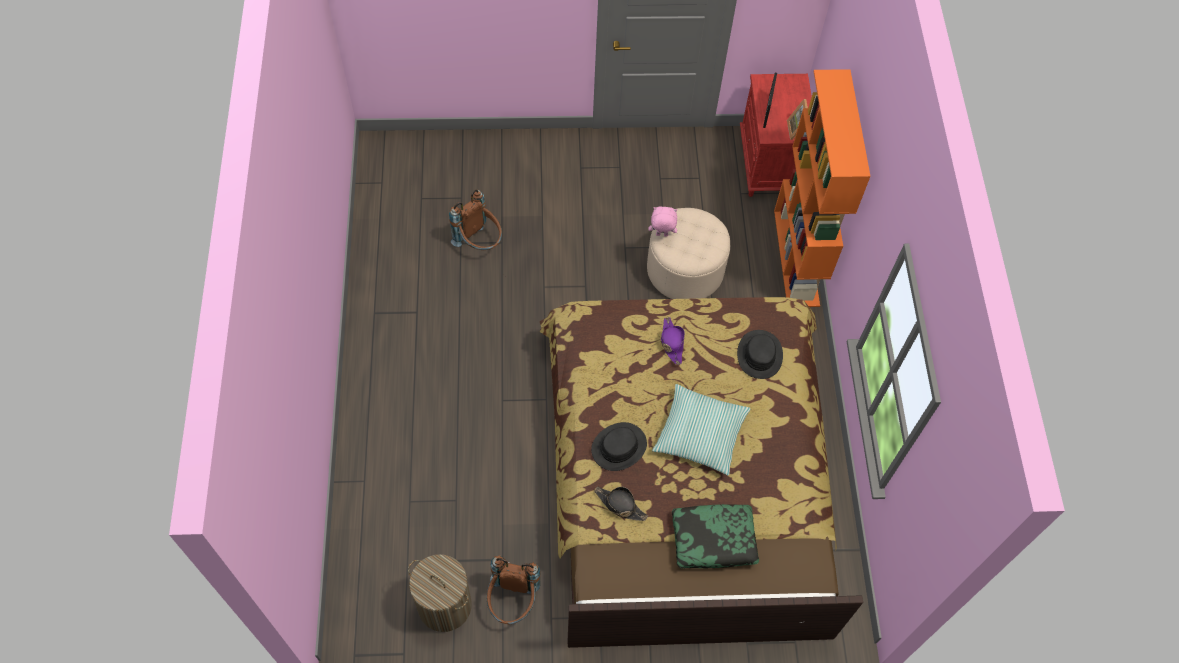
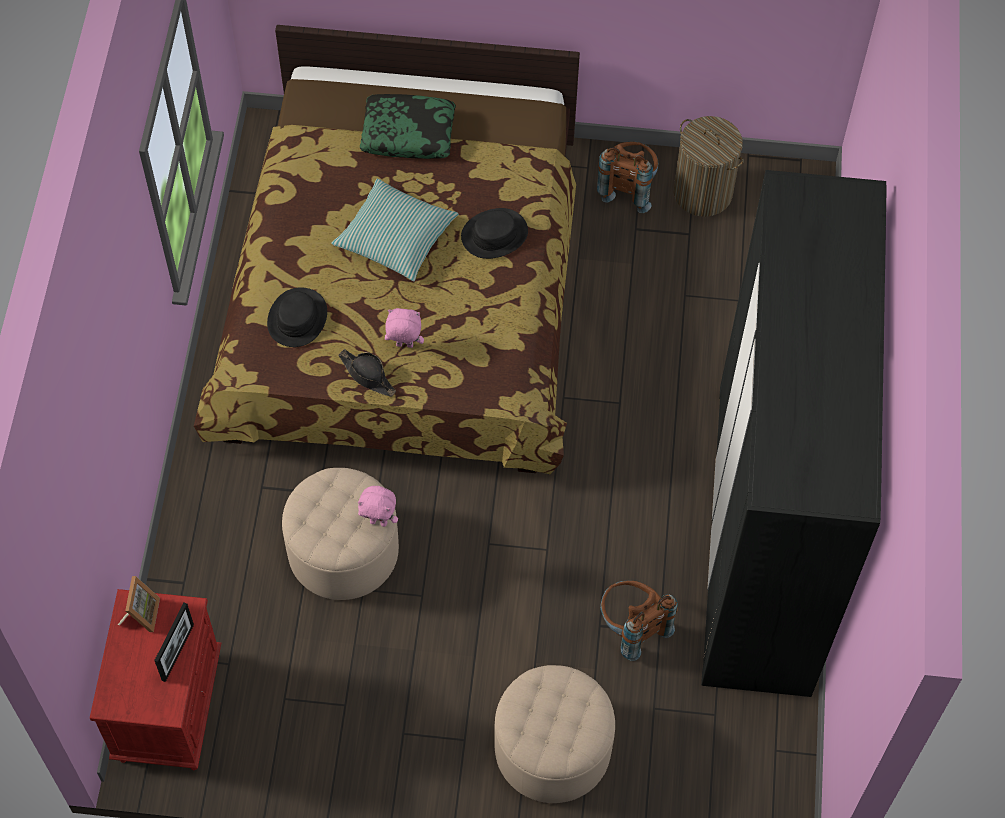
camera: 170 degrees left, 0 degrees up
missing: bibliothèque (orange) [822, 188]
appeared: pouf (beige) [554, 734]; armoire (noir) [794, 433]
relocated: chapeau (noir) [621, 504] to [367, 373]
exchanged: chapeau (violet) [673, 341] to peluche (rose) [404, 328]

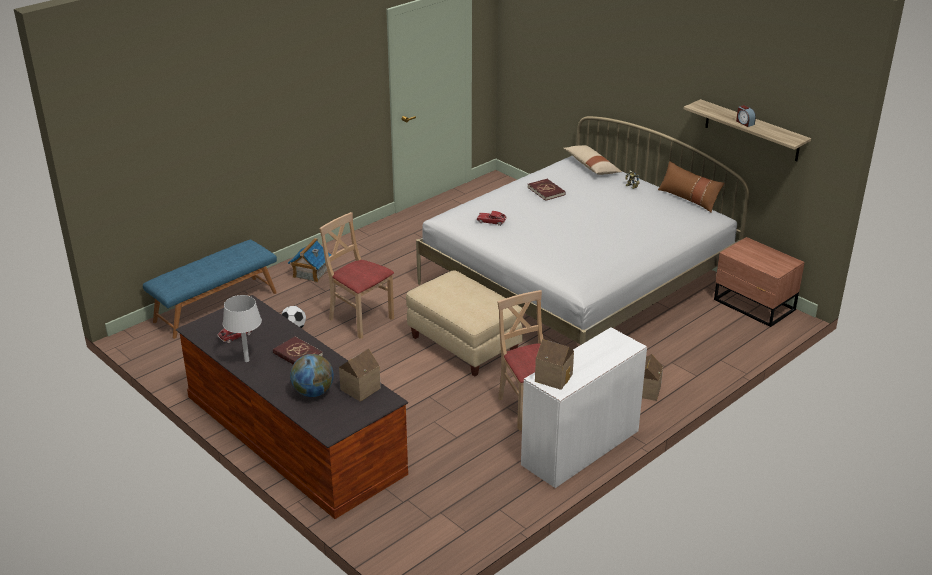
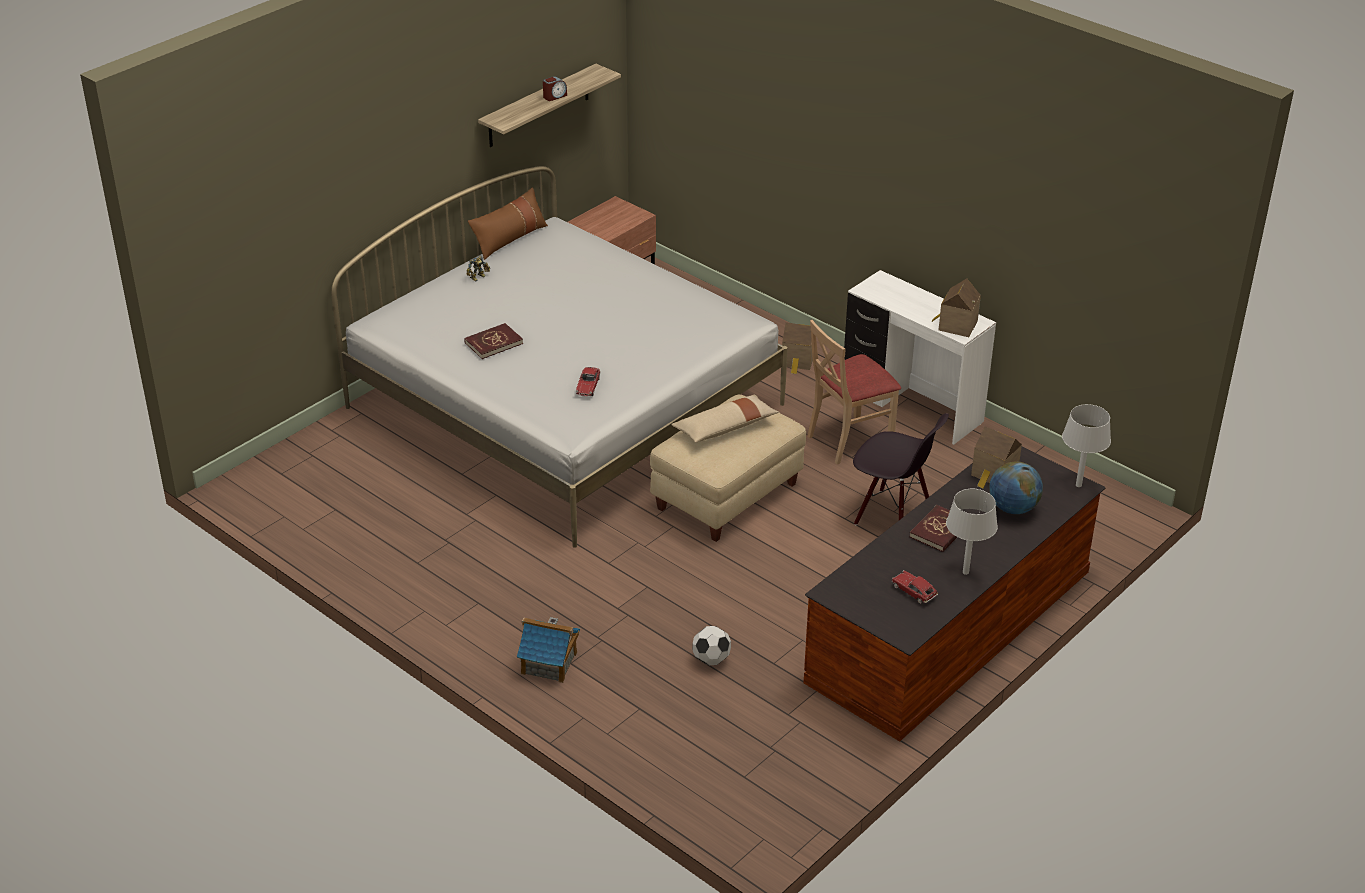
camera: 95 degrees left, 5 degrees up
missing: banc (bleu) [210, 289]; chaise (beige) [356, 275]
appeared: chaise (noir) [901, 469]; lampe de table (gris) [1086, 445]
relocated: coussin (beige) [593, 160] to [725, 419]

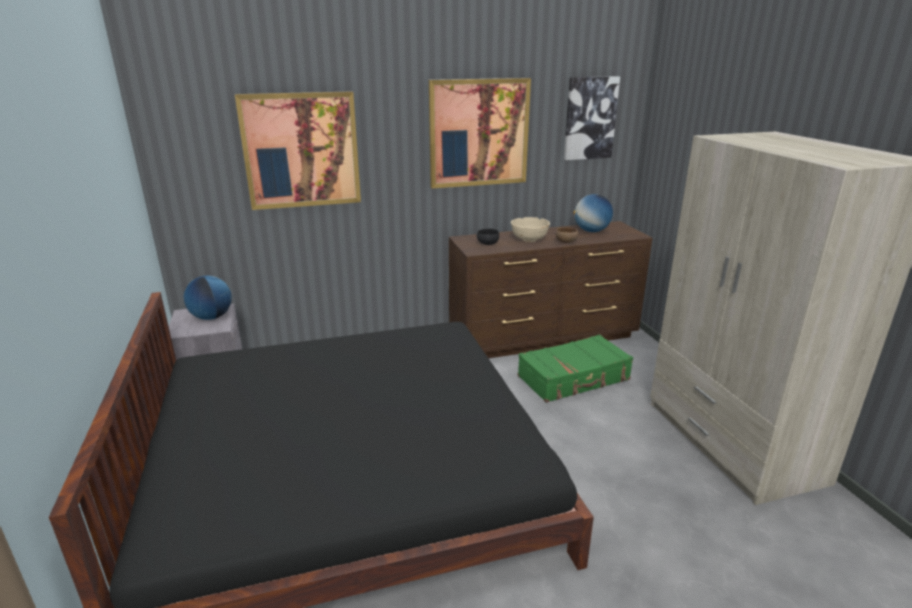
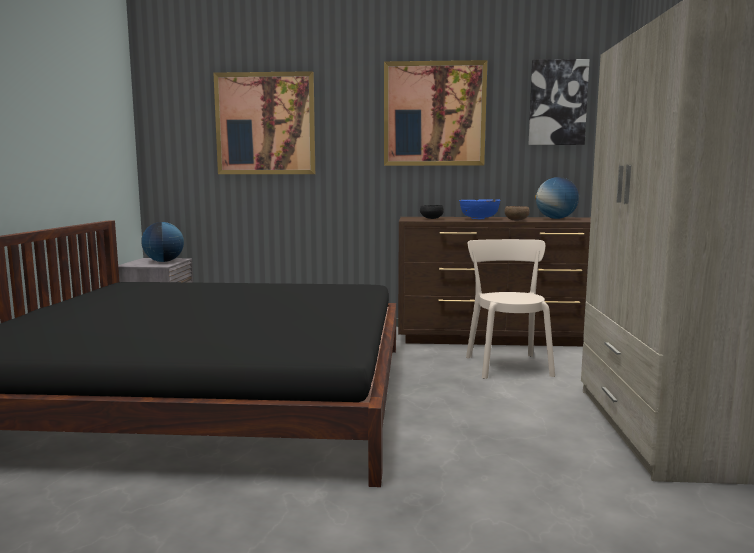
camera: 20 degrees right, 15 degrees down
exchanged: valise (vert) [575, 368] to chaise (beige) [510, 309]
colour: bol (beige) [530, 229] to bol (bleu) [480, 209]

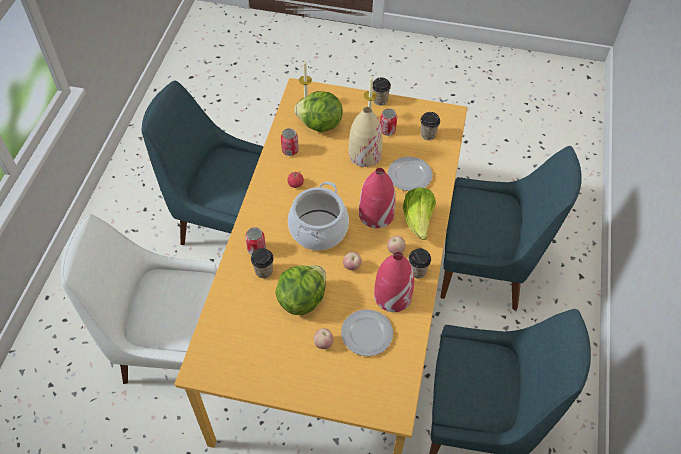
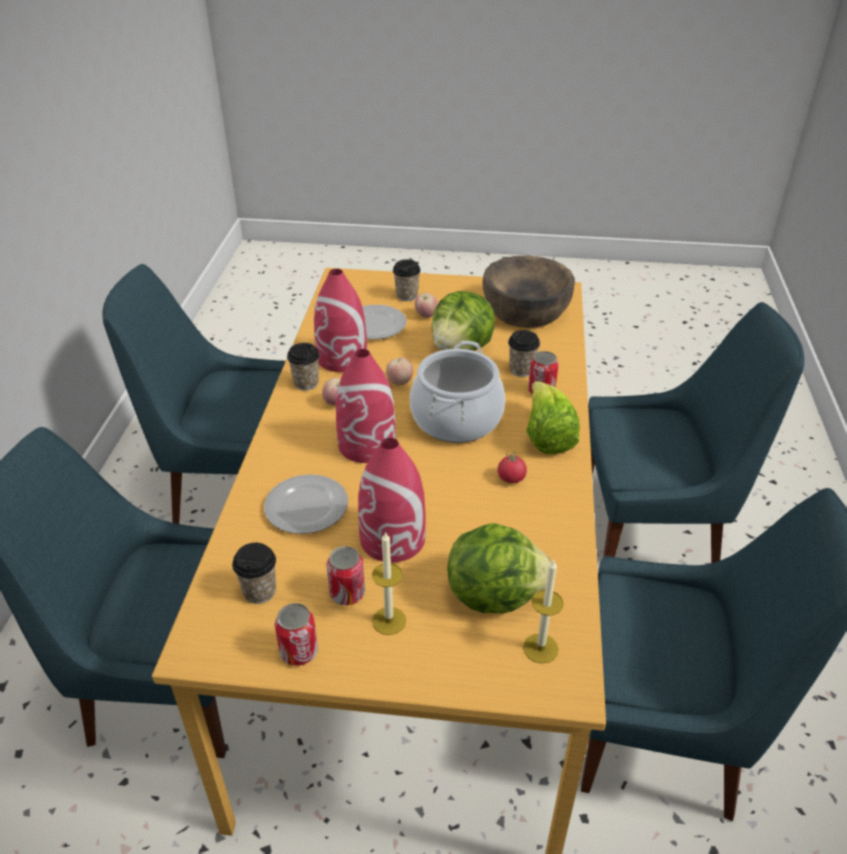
camera: 175 degrees right, 15 degrees down
appeared: bol (marron) [528, 291]
relocated: boîte métallique [290, 142] to [296, 634]; tasse [382, 91] to [407, 280]; laitue [419, 213] to [553, 417]
colour: chaise (blanc) [138, 299] to chaise (bleu) [696, 432]; vase (beige) [366, 137] to vase (rouge) [392, 500]

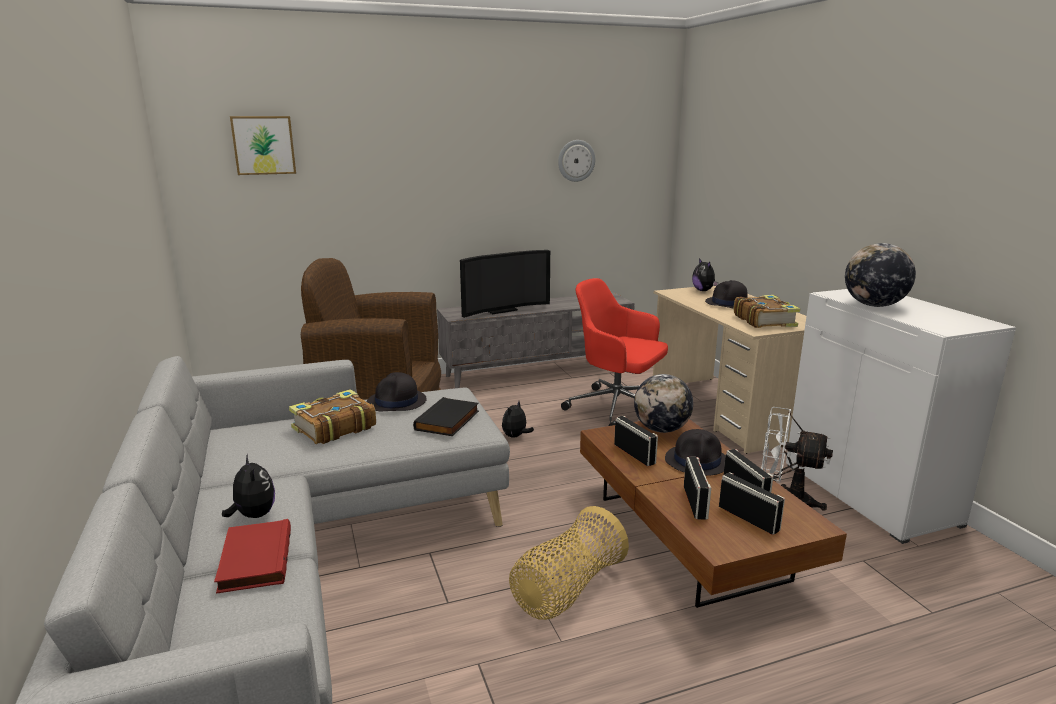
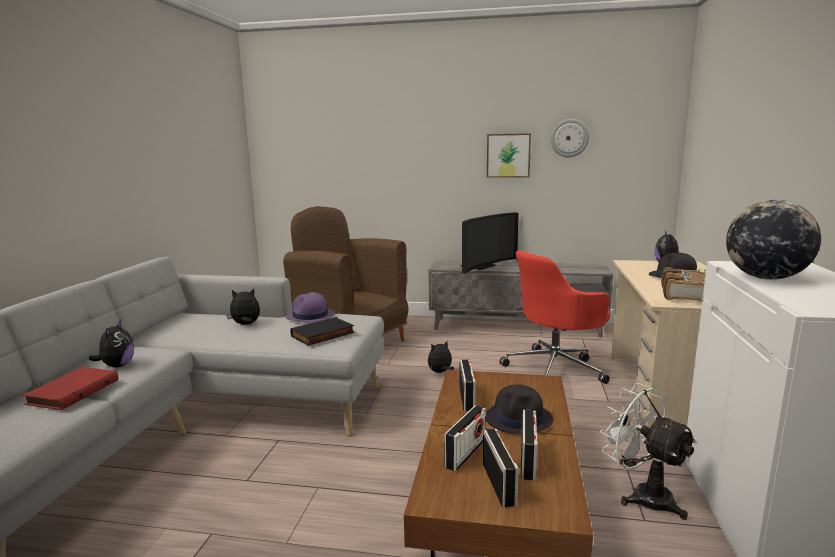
camera: 30 degrees right, 5 degrees down
missing: panier [569, 563]; globe [663, 403]
relocated: tableau [263, 145] to [509, 155]
exchanged: livre [332, 416] to peluche [243, 307]
colour: chapeau (noir) [397, 391] to chapeau (violet) [310, 307]
spun: téléviseur [505, 284] = [490, 243] 45 degrees counterclockwise; chaise de bureau (rouge) [614, 352] = [554, 317] 90 degrees counterclockwise

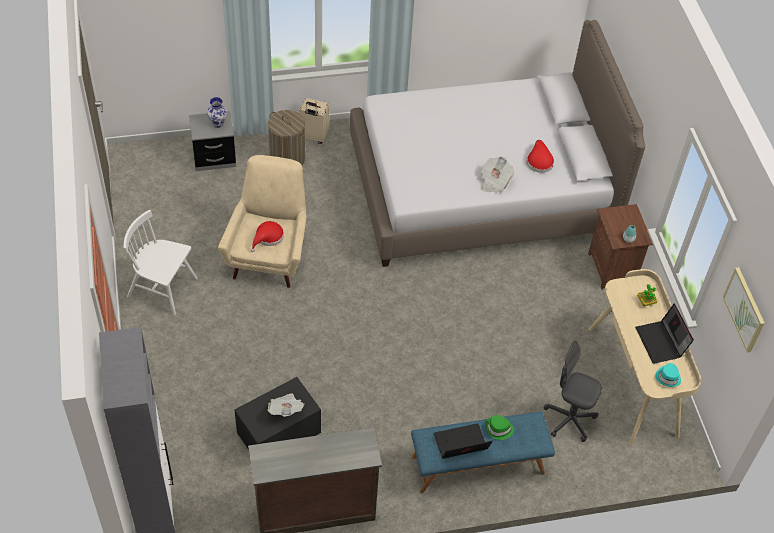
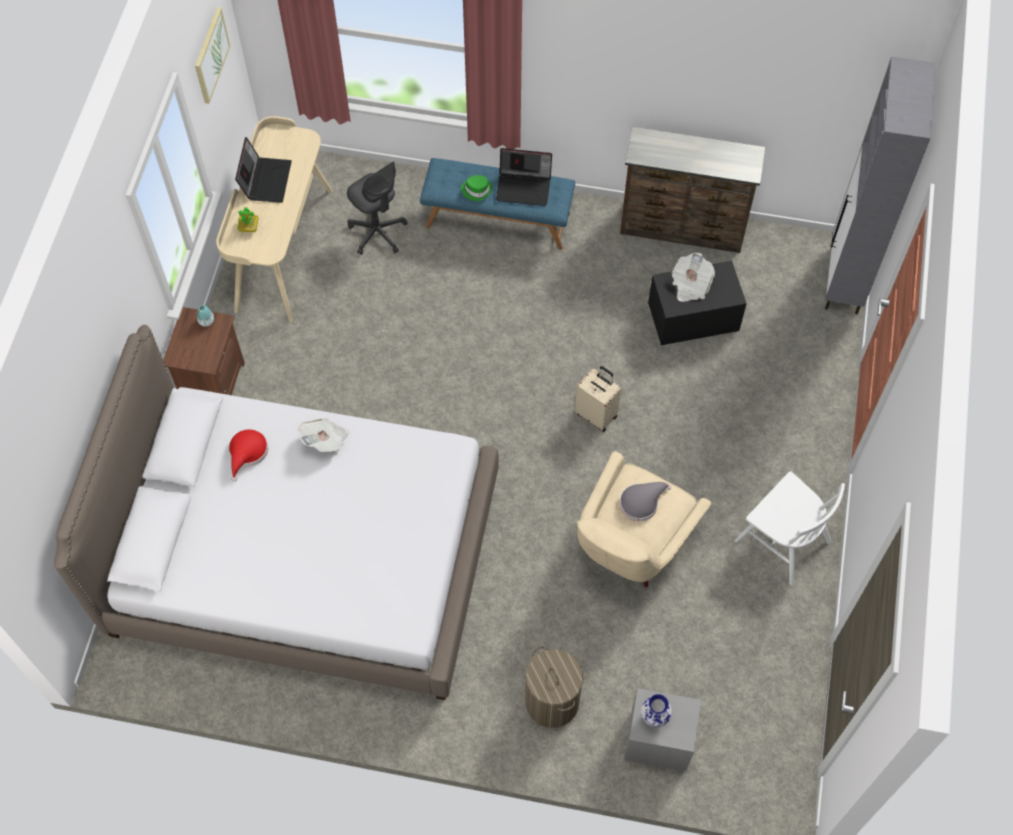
camera: 155 degrees left, 10 degrees up
missing: chapeau (turquoise) [668, 375]
relocated: valise (beige) [314, 121] to [597, 399]
colour: chapeau (rouge) [267, 236] to chapeau (gris) [645, 501]

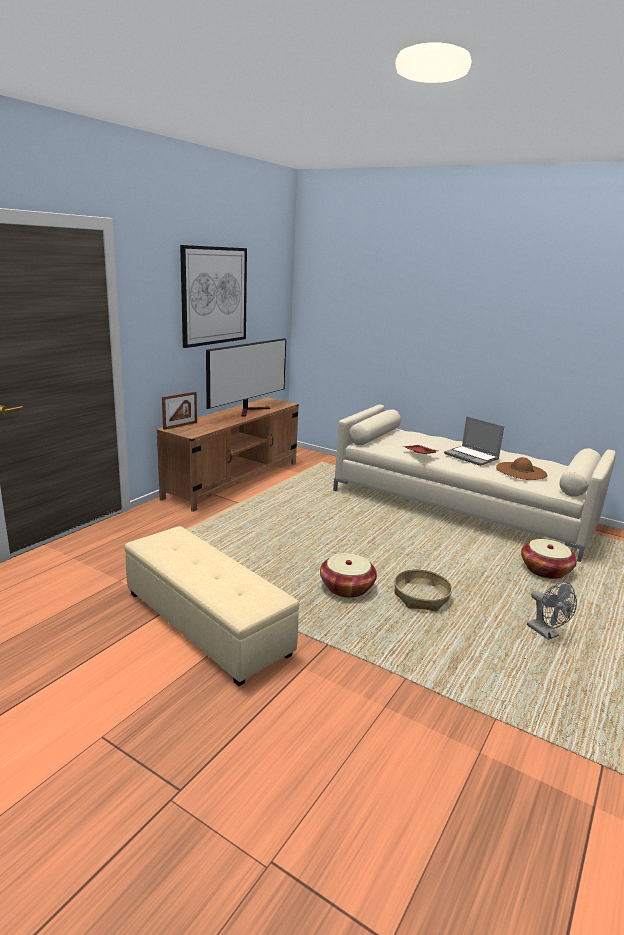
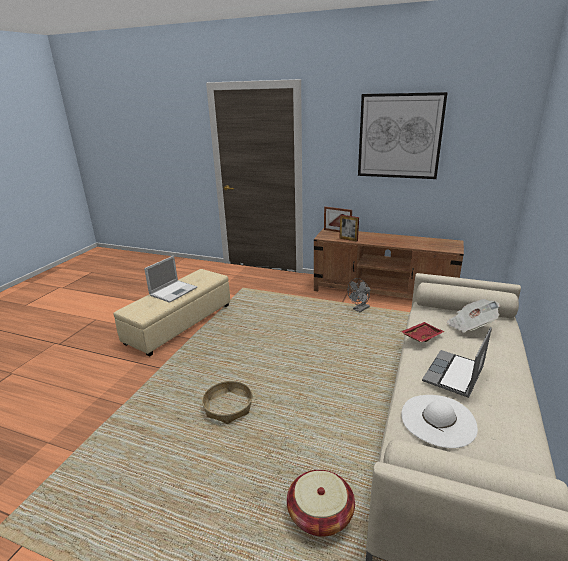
camera: 80 degrees right, 5 degrees up
missing: téléviseur [246, 377]; panier [348, 575]
appeared: ordinateur portable [170, 279]; cadre photo [349, 228]; journal [473, 316]
relocated: ventilateur (gris) [552, 611] to [359, 295]
colour: chapeau (marron) [521, 468] to chapeau (blanc) [439, 421]

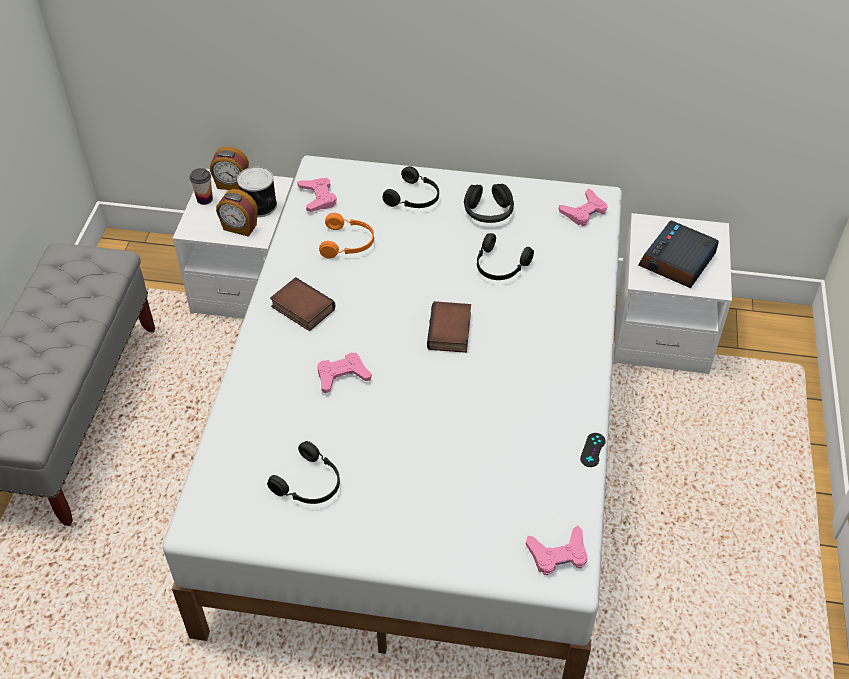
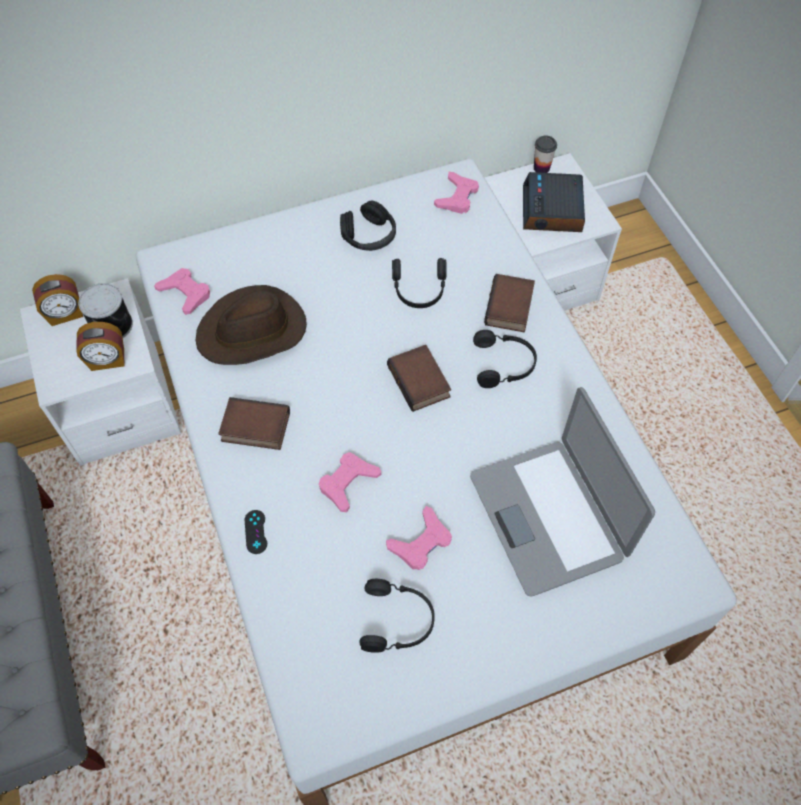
camera: 30 degrees left, 10 degrees up
appeared: ordinateur portable [562, 492]; livre [509, 303]
relocated: tasse [201, 186] to [545, 154]; casque audio (noir) [410, 187] to [505, 359]; manette (rose) [557, 550] to [419, 538]; manette (noir) [593, 450] to [256, 532]
exchanged: casque audio (orange) [346, 235] to chapeau (marron) [251, 325]

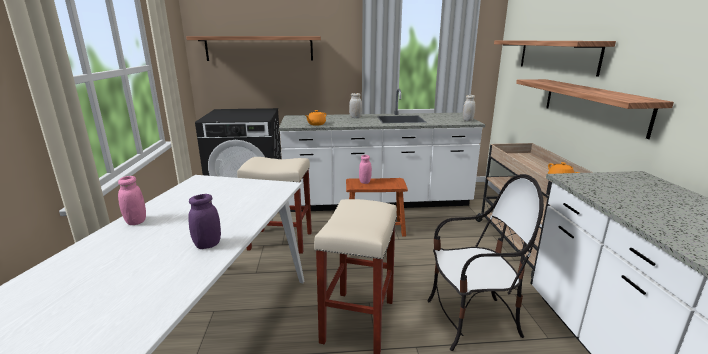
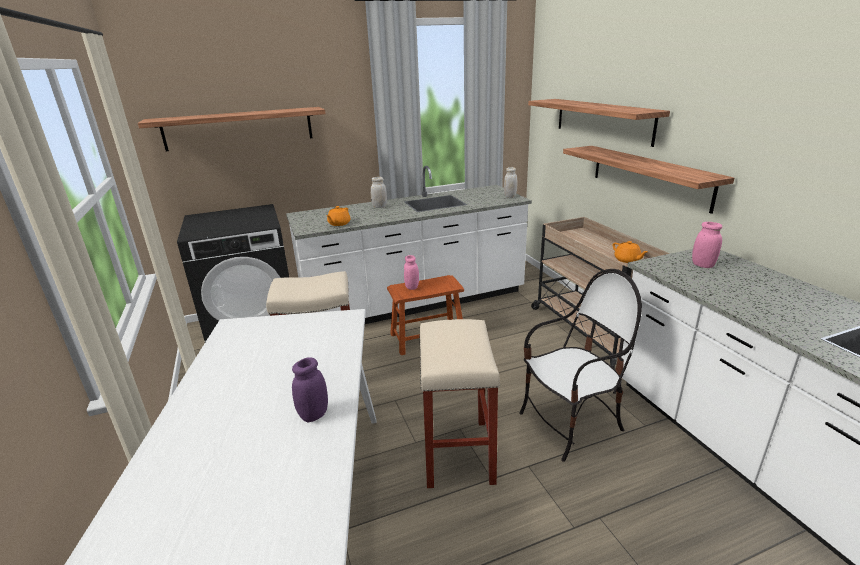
camera: 15 degrees left, 5 degrees up
relocated: bocal (rose) [132, 200] to [707, 245]

